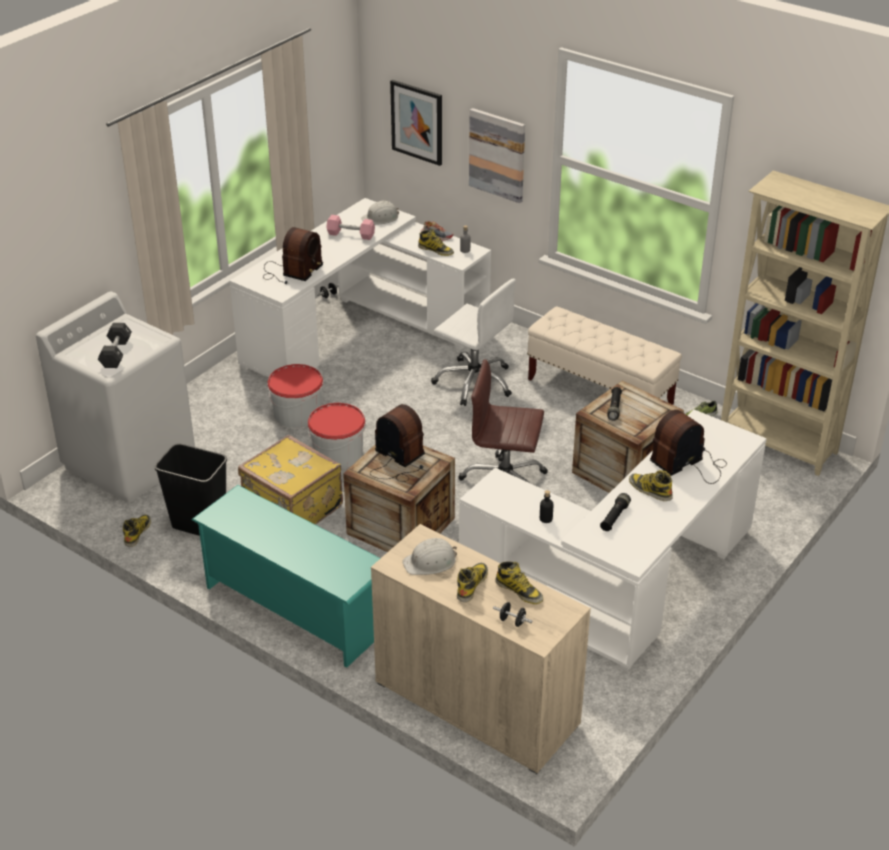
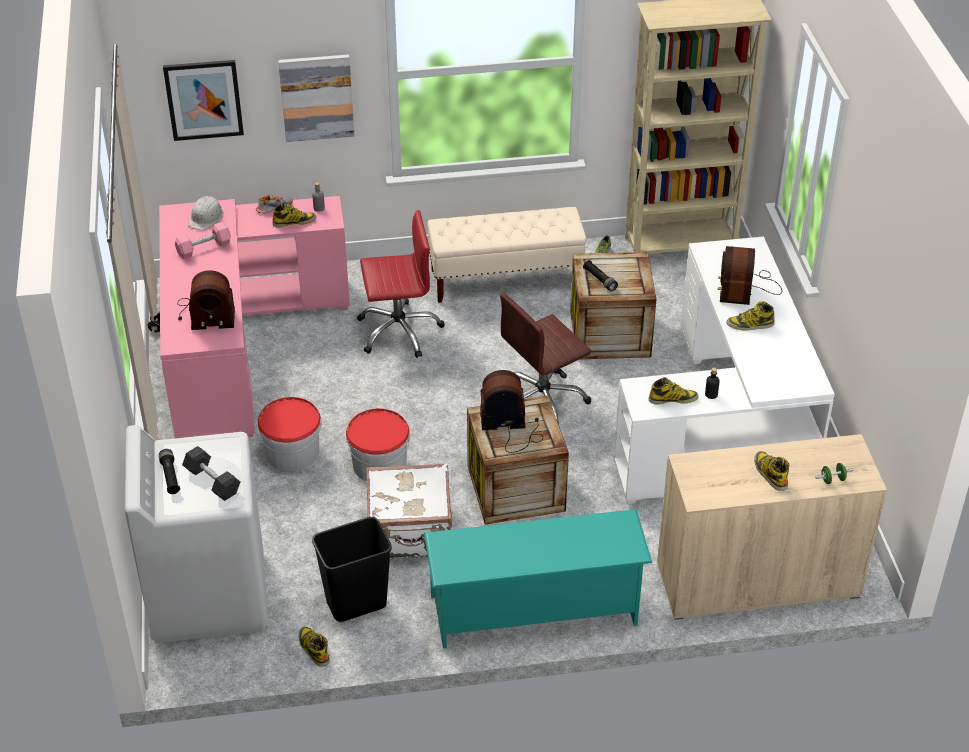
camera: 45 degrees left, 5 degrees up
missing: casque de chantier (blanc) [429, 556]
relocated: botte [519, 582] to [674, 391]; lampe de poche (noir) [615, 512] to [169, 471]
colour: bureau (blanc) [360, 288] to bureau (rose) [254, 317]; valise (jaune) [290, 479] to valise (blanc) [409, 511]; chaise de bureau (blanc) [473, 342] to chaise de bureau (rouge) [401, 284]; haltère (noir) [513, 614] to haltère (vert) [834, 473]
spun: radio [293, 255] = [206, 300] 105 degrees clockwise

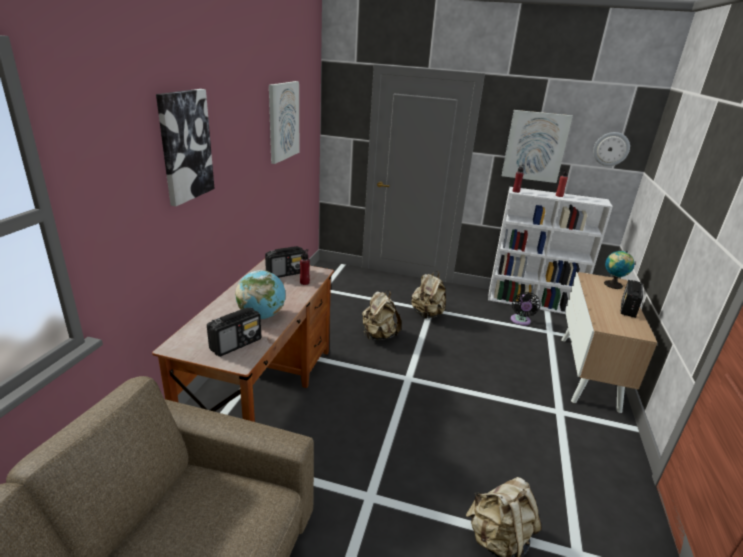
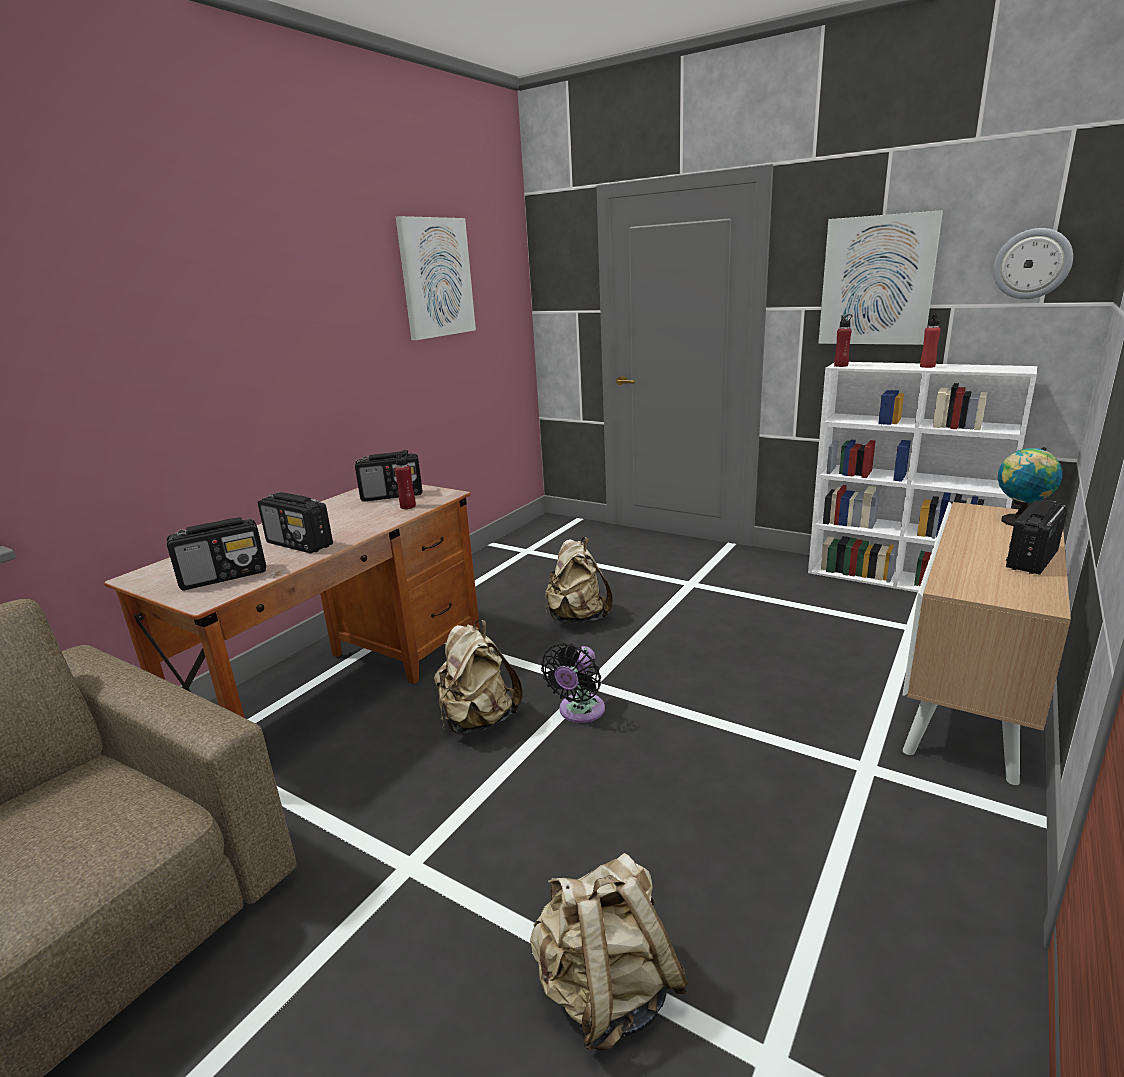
camera: 20 degrees right, 5 degrees down
missing: tableau [185, 147]
relocated: sac à dos (beige) [428, 295] to [478, 677]; ventilateur (noir) [526, 309] to [573, 683]
exchanged: globe [260, 294] to radio [295, 522]

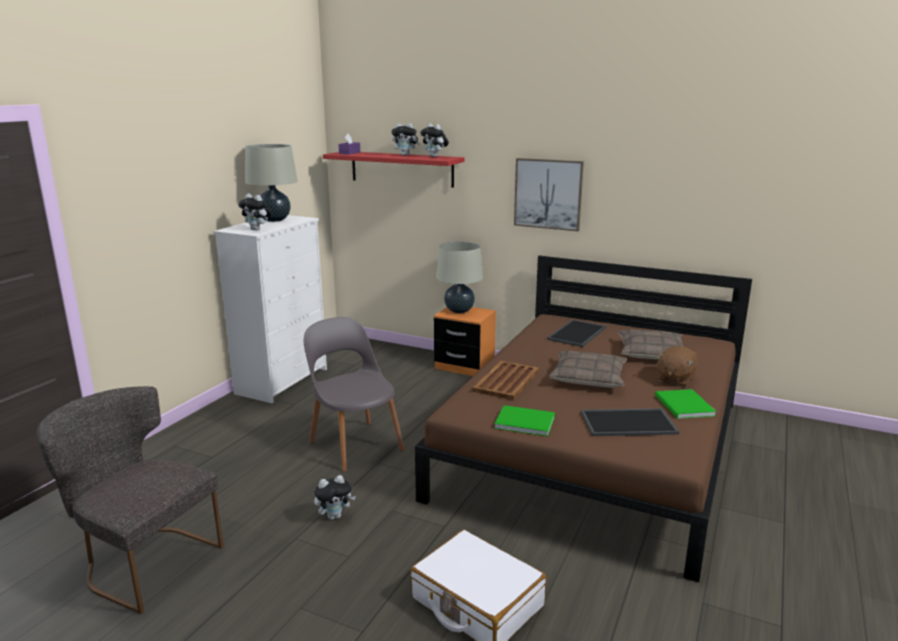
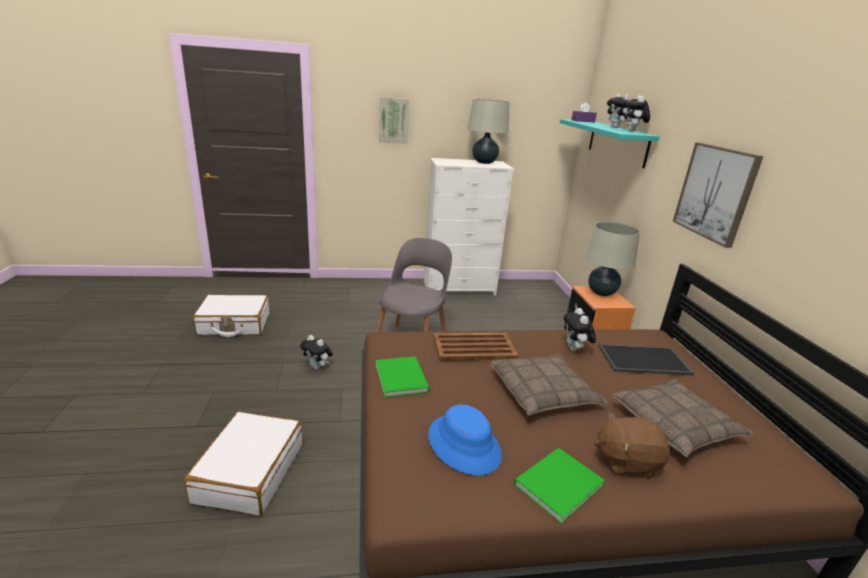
camera: 55 degrees right, 5 degrees up
appeared: tableau [394, 120]
relocated: peluche [255, 211] to [580, 329]
exchanged: chaise (gris) [130, 500] to valise (blanc) [231, 316]; plateau [630, 422] to chapeau (bleu) [465, 440]
colour: étagère (rouge) [393, 170] to étagère (turquoise) [610, 143]

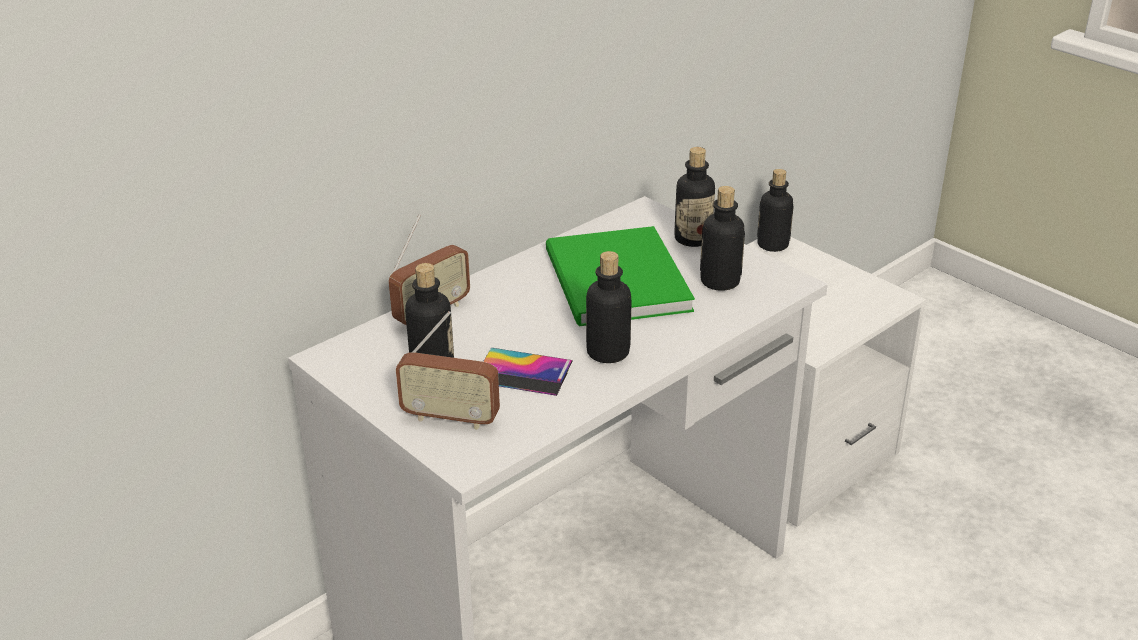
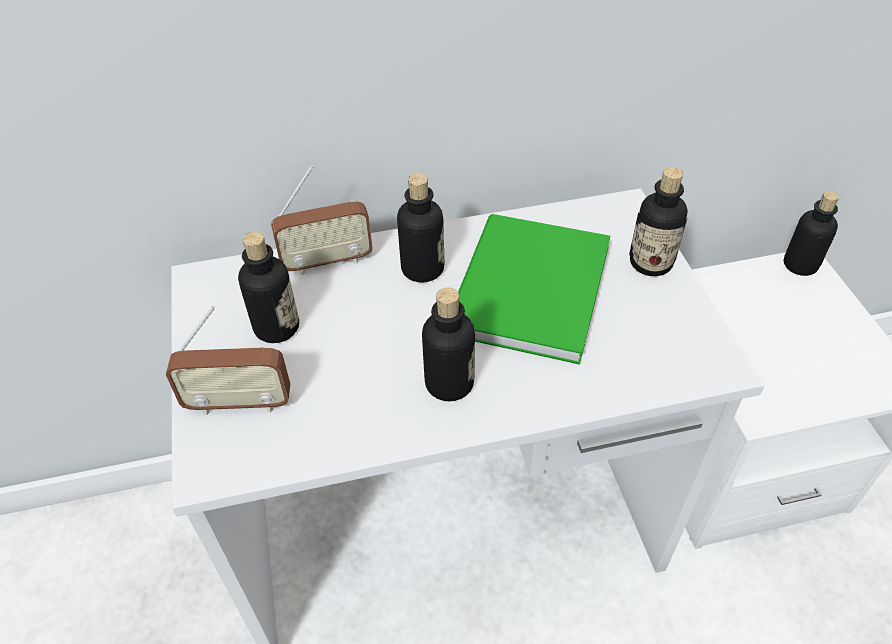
camera: 30 degrees right, 15 degrees up
missing: téléphone [528, 372]
relocated: bouteille [722, 238] to [420, 228]
spun: radio [448, 370] = [228, 360] 45 degrees counterclockwise

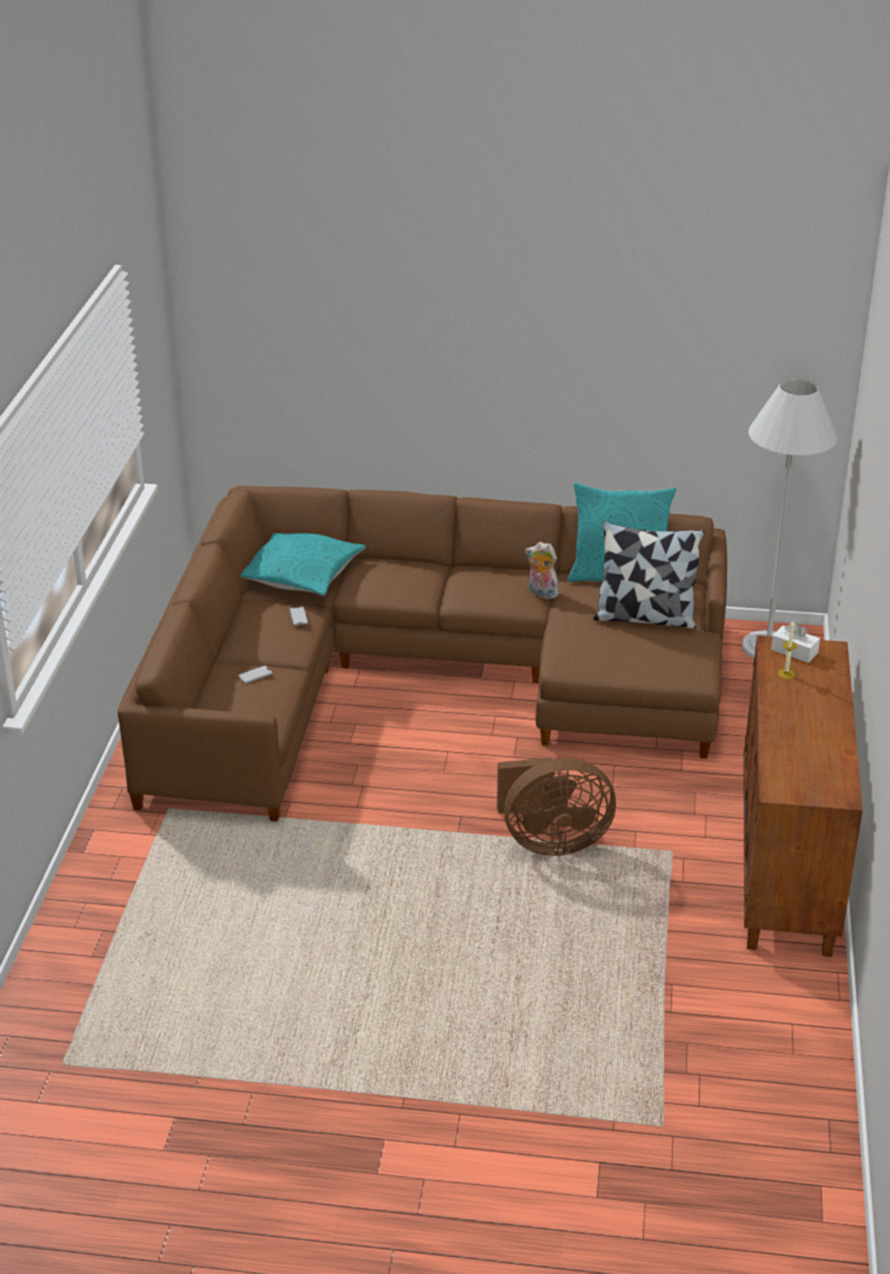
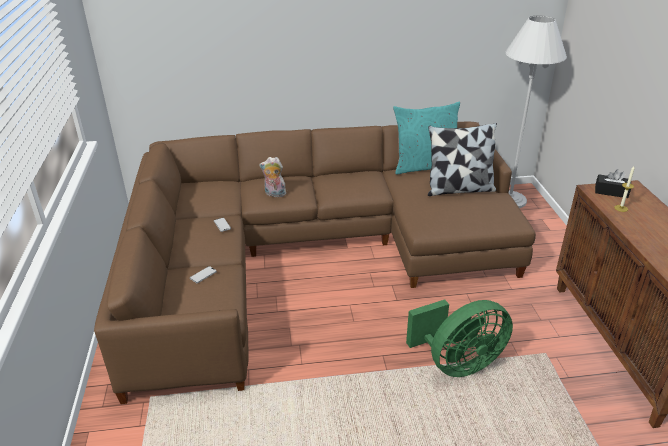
camera: 15 degrees left, 0 degrees up
missing: coussin (turquoise) [303, 564]
relocated: peluche [541, 570] to [272, 177]
colour: ventilateur (marron) [556, 806] to ventilateur (vert) [459, 338]; boîte à mouchoirs (blanc) [795, 642] to boîte à mouchoirs (noir) [613, 183]

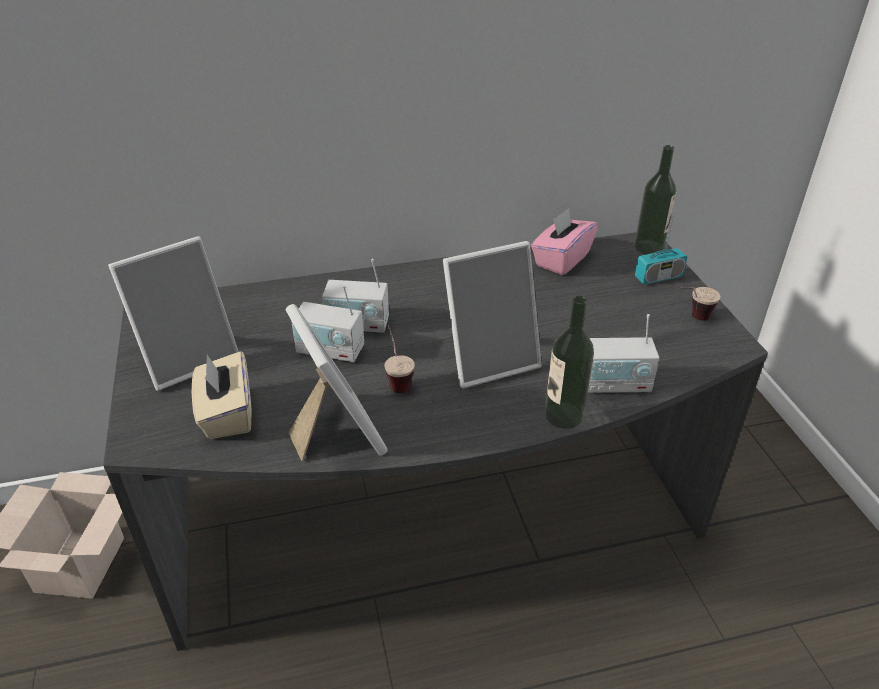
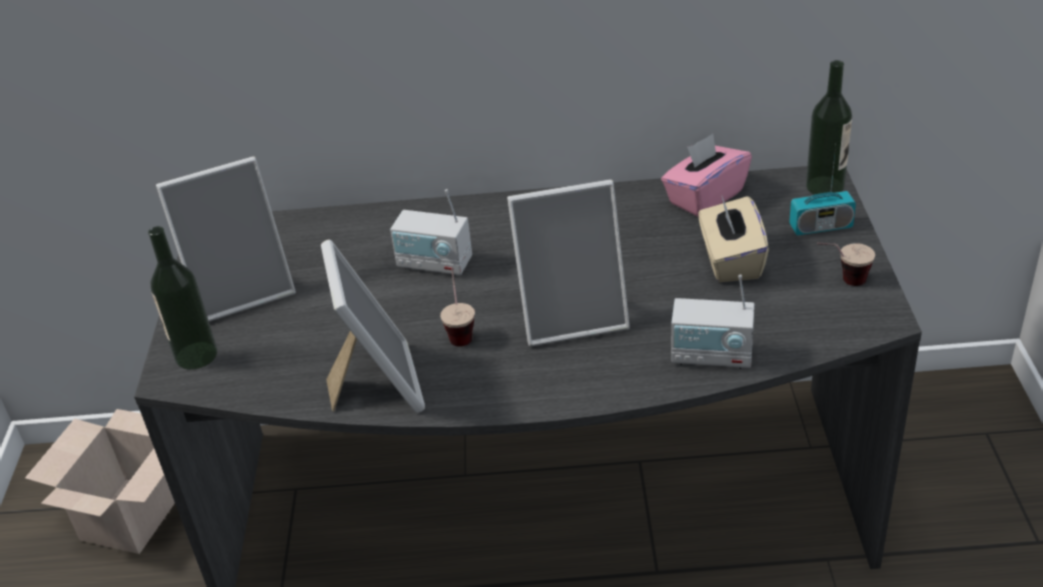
camera: 15 degrees right, 0 degrees up
missing: radio [327, 324]
relocated: boîte à mouchoirs (beige) [222, 395] to [733, 239]; bouteille [569, 362] to [182, 298]

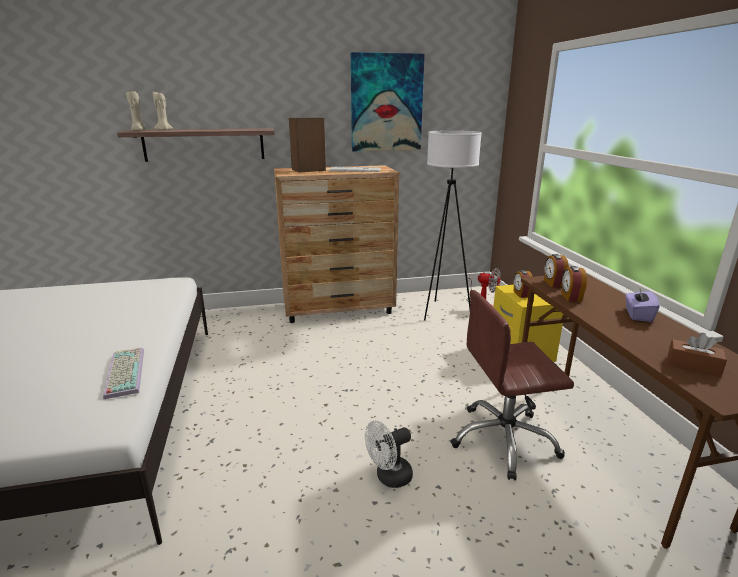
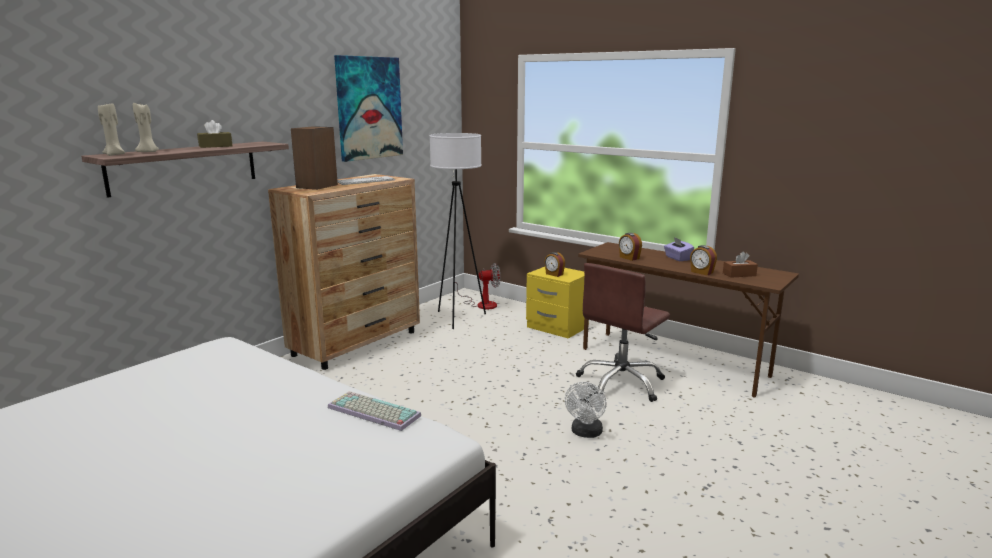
camera: 40 degrees left, 5 degrees down
appeared: boîte à mouchoirs (marron) [214, 134]
relocated: réveil [556, 270] to [703, 260]

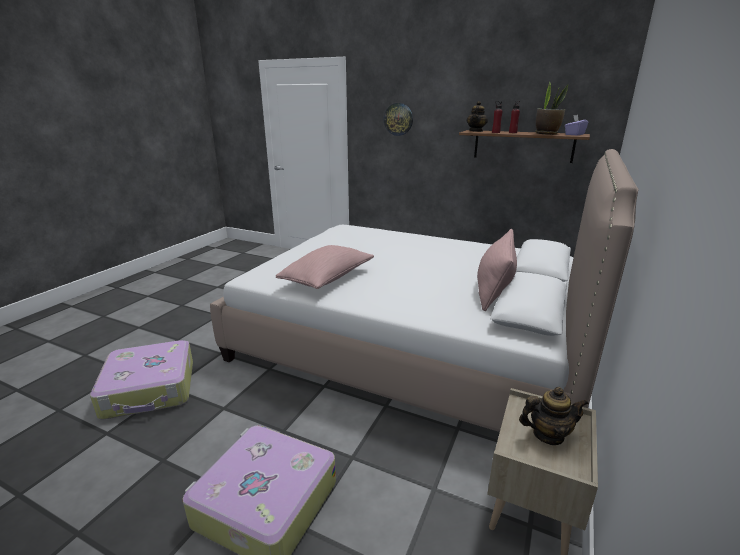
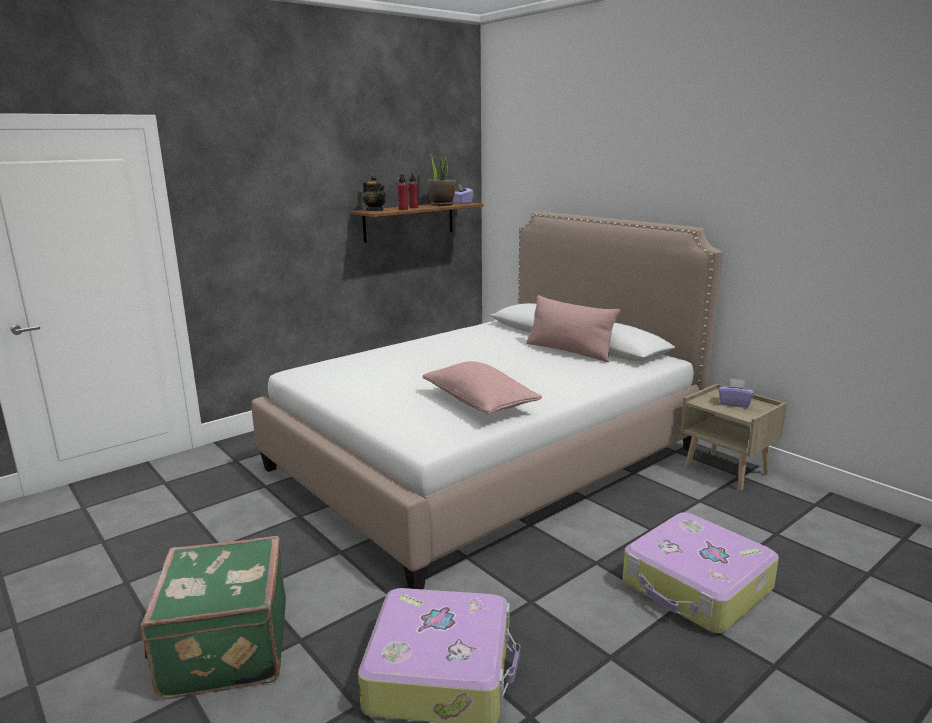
camera: 65 degrees left, 5 degrees down
missing: horloge murale [398, 119]
appeared: valise (vert) [213, 617]
exchanged: théière [554, 416] to boîte à mouchoirs (violet) [736, 393]

